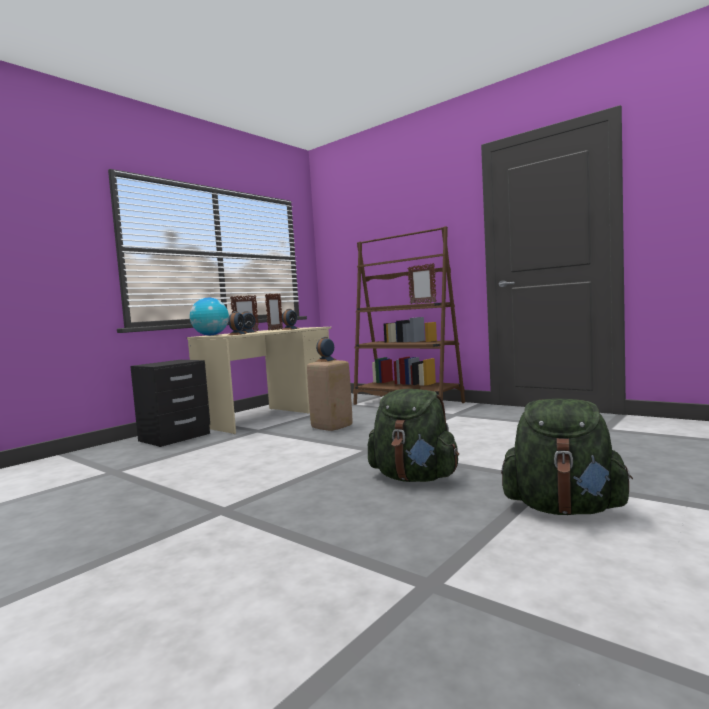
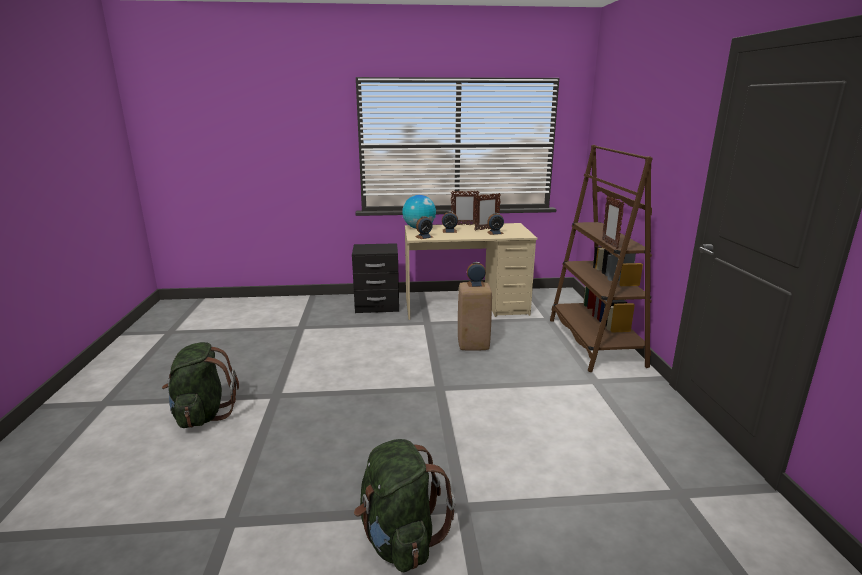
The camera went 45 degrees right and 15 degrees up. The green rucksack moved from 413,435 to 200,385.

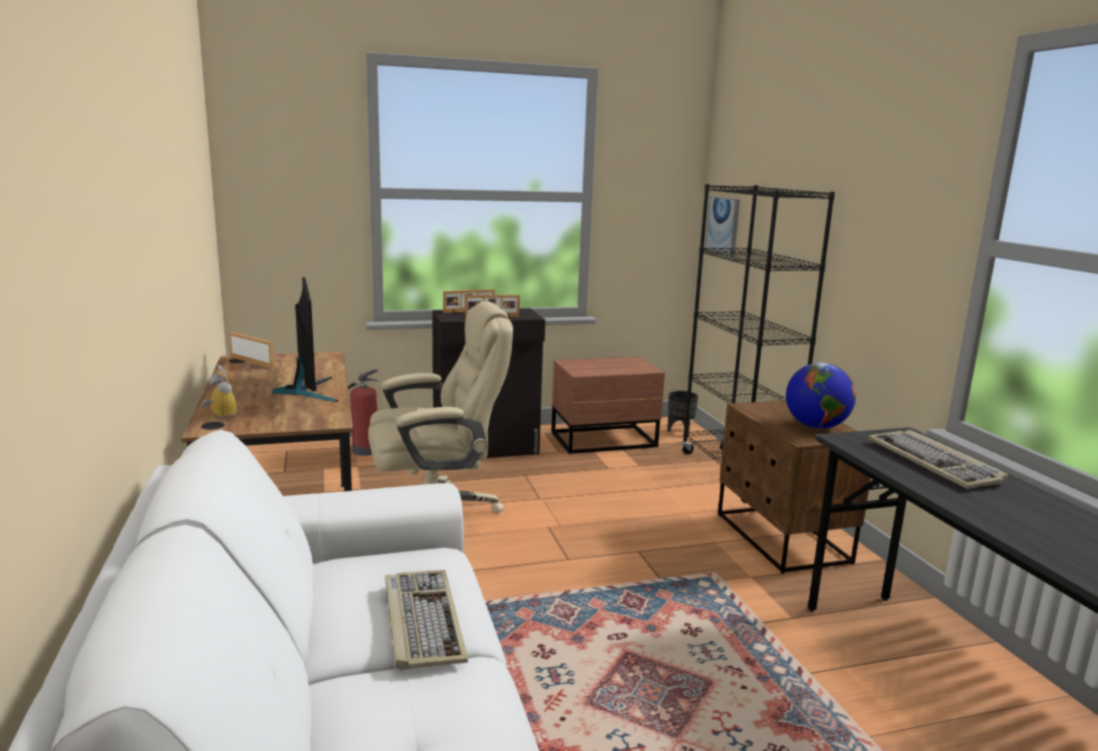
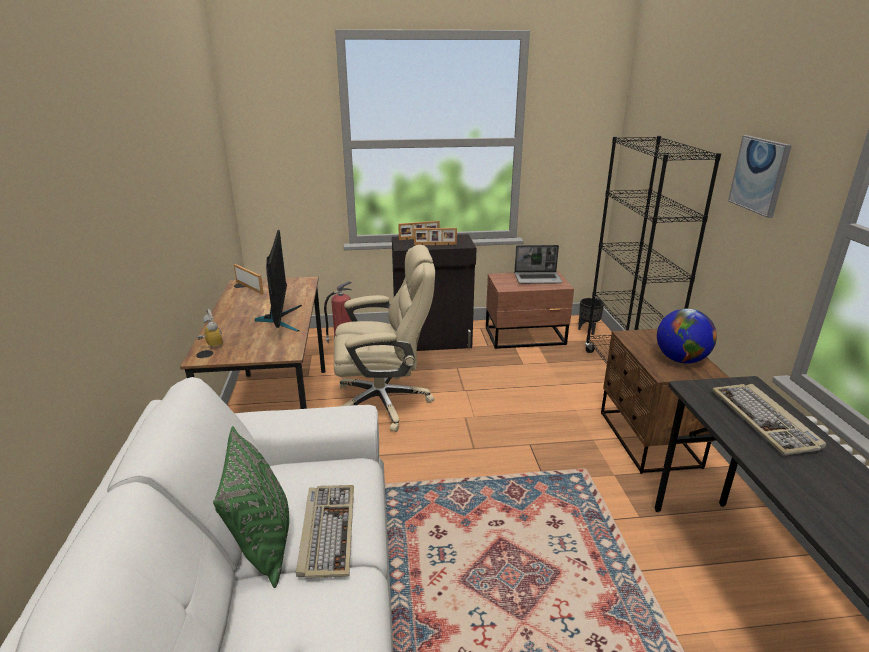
The camera went 10 degrees right and 10 degrees up. The green throw pillow at 251,507 appeared. The notebook computer at 538,264 appeared. The wall picture moved from 722,226 to 760,176.

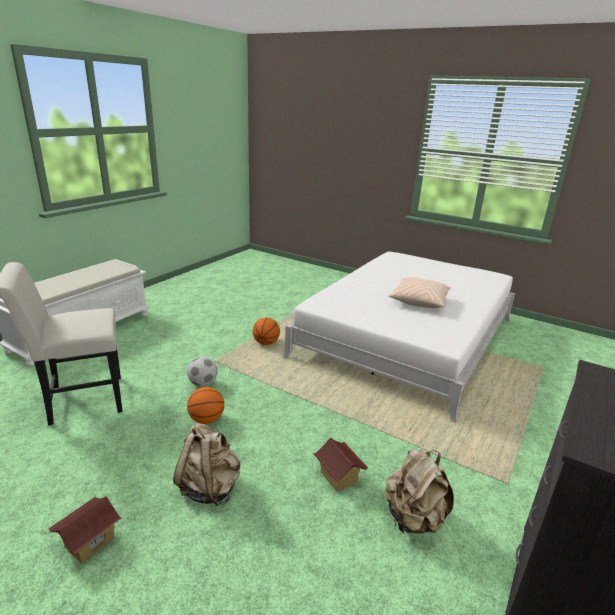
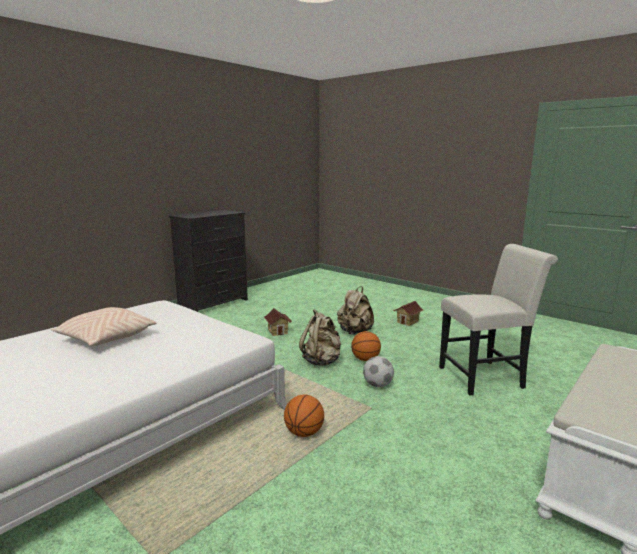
The camera went 170 degrees left and 10 degrees down. The beige rucksack moved from 419,491 to 320,337.

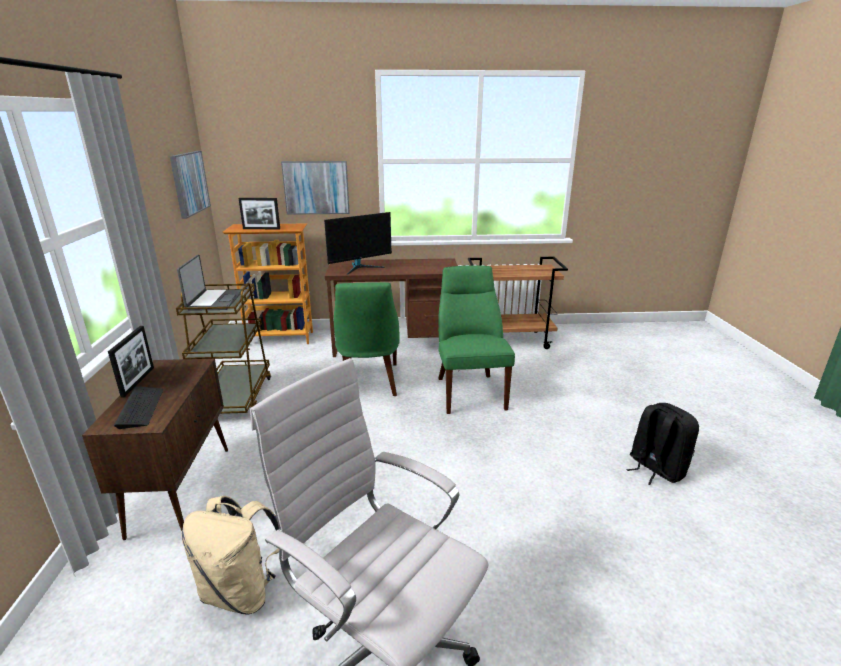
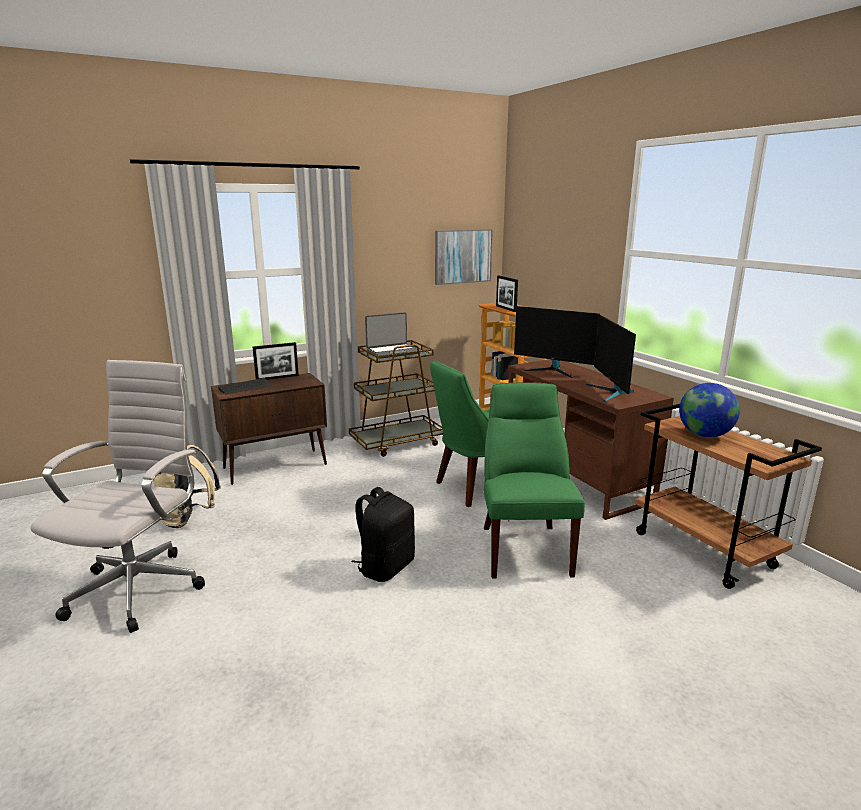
The camera went 65 degrees right and 5 degrees down. The wall picture at 315,188 disappeared. The computer screen at 611,358 appeared. The globe at 709,410 appeared. The black-coloured rucksack moved from 663,444 to 383,534. The green upright chair at 476,339 turned 60 degrees counterclockwise.

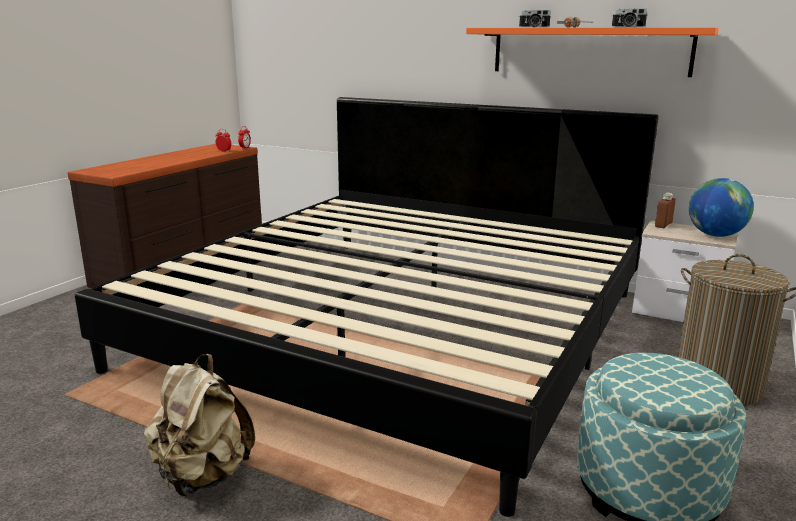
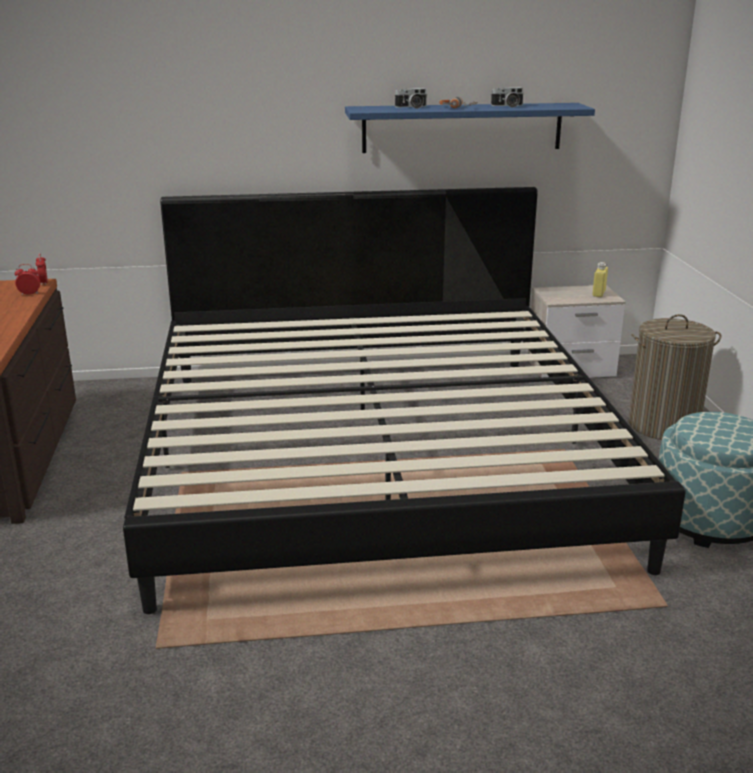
The camera went 35 degrees left and 5 degrees up. The beige rucksack at 199,425 disappeared. The brownish drink bottle at 665,210 disappeared. The globe at 721,207 was replaced by the yellowish drink bottle at 600,279. The orange-coloured bracket shelf at 592,52 became the bluish bracket shelf at 470,128.

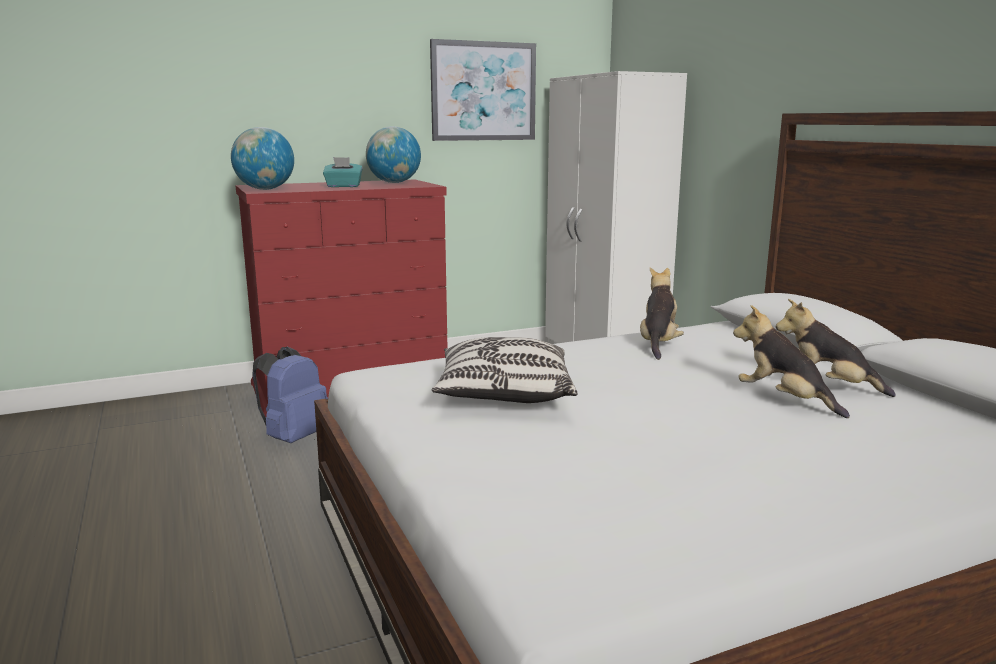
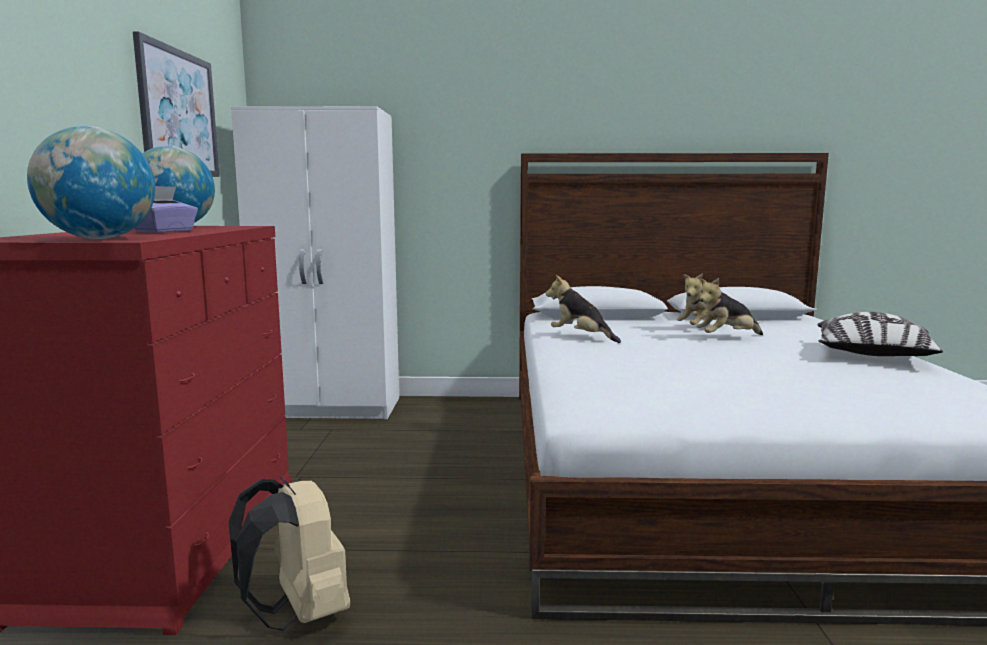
The camera went 65 degrees left and 5 degrees down. The throw pillow moved from 504,370 to 880,334. The bluish rucksack at 290,395 became the beige rucksack at 289,554. The blue-green tissue box at 342,172 became the purple tissue box at 166,209.

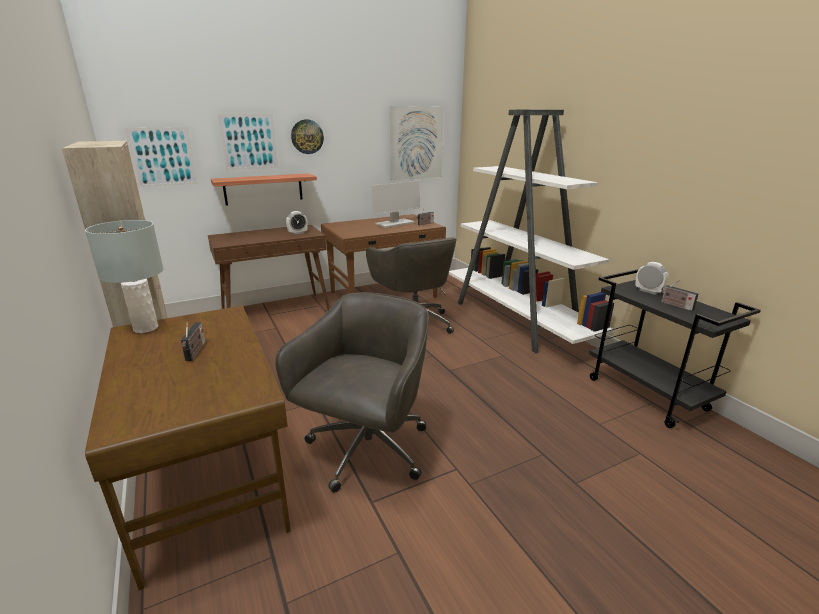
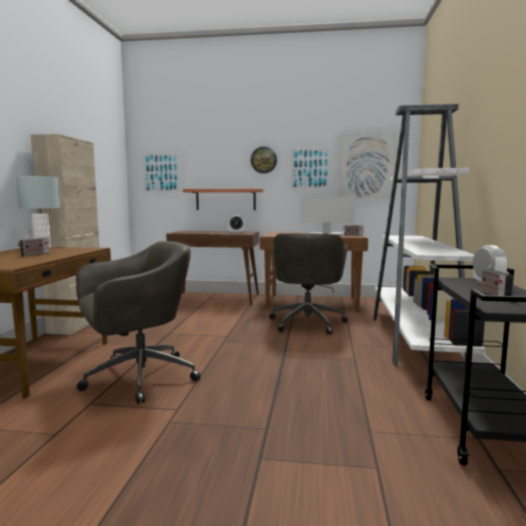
The camera went 35 degrees right and 15 degrees down. The wall picture moved from 248,142 to 310,168.

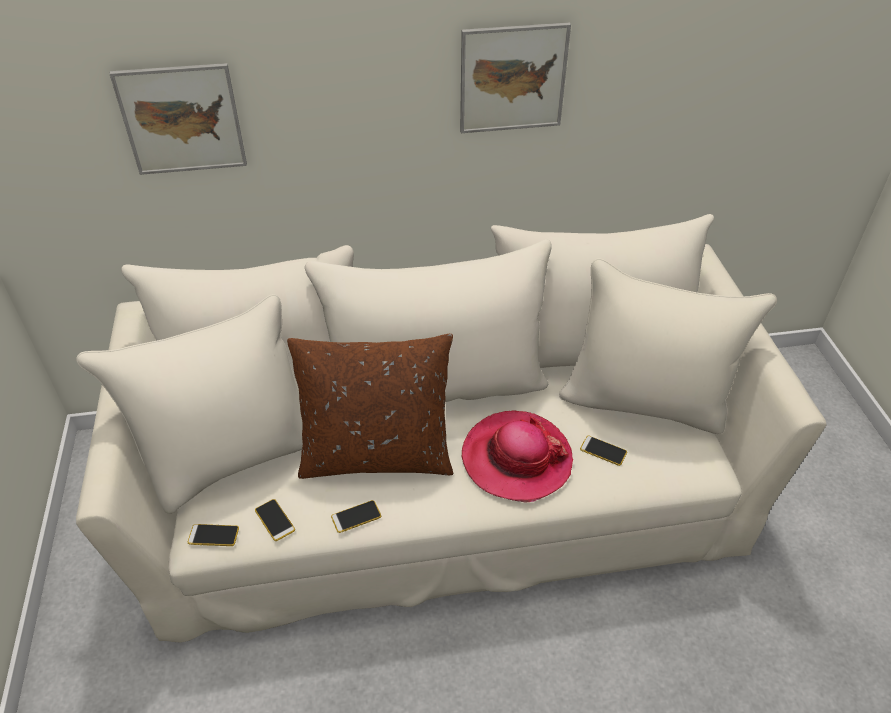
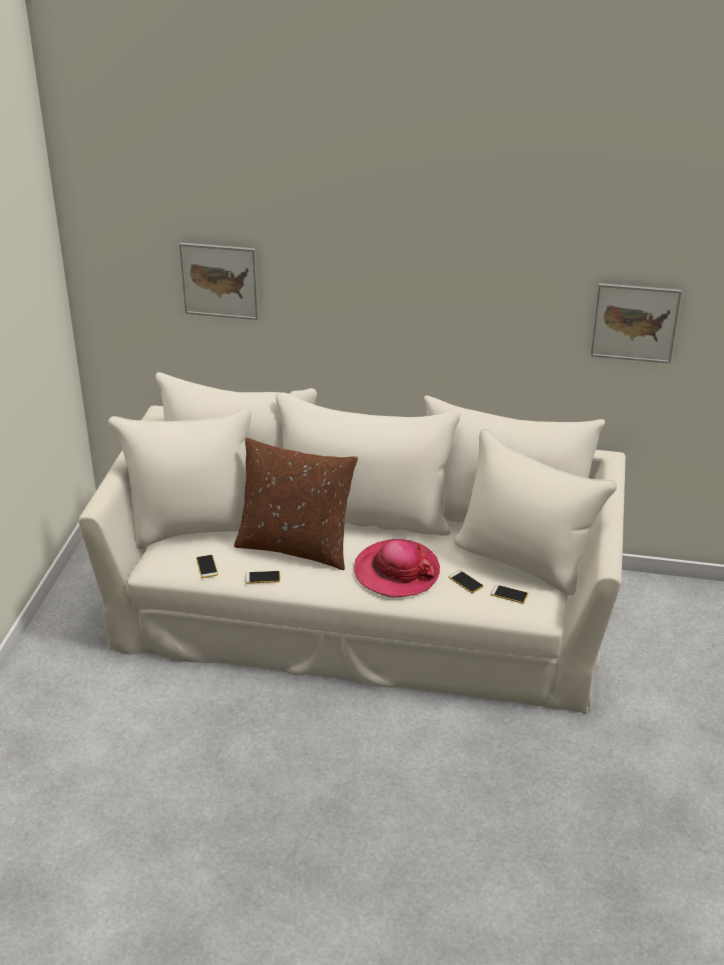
The camera went 20 degrees right and 10 degrees down. The handset moved from 213,535 to 509,594. The wall picture moved from 515,78 to 636,323.

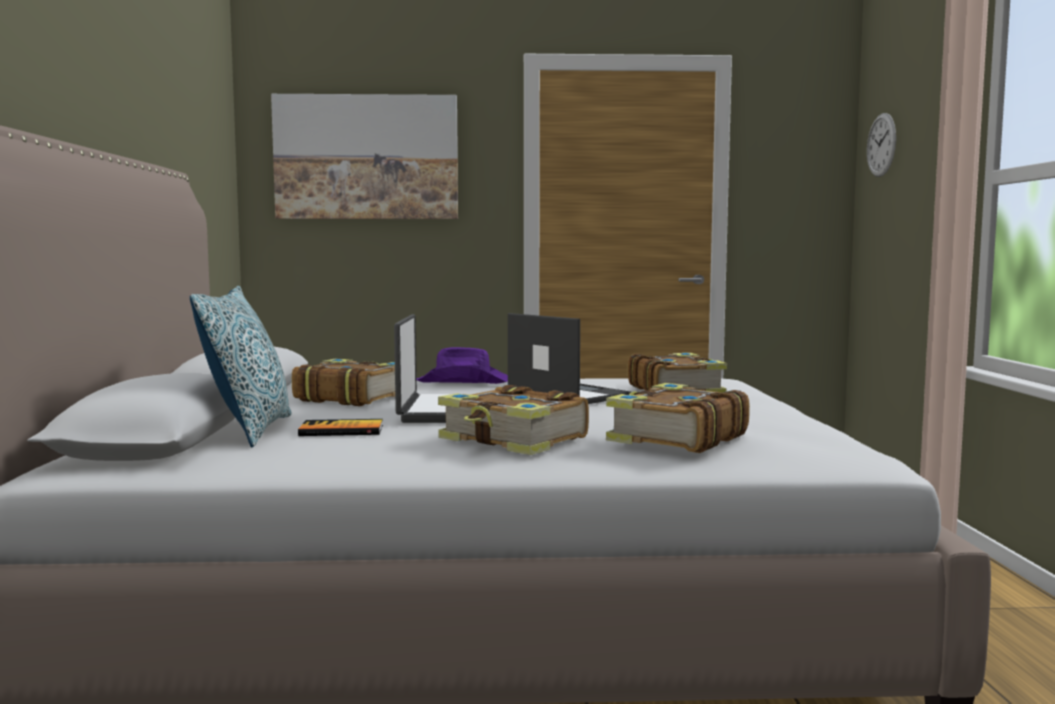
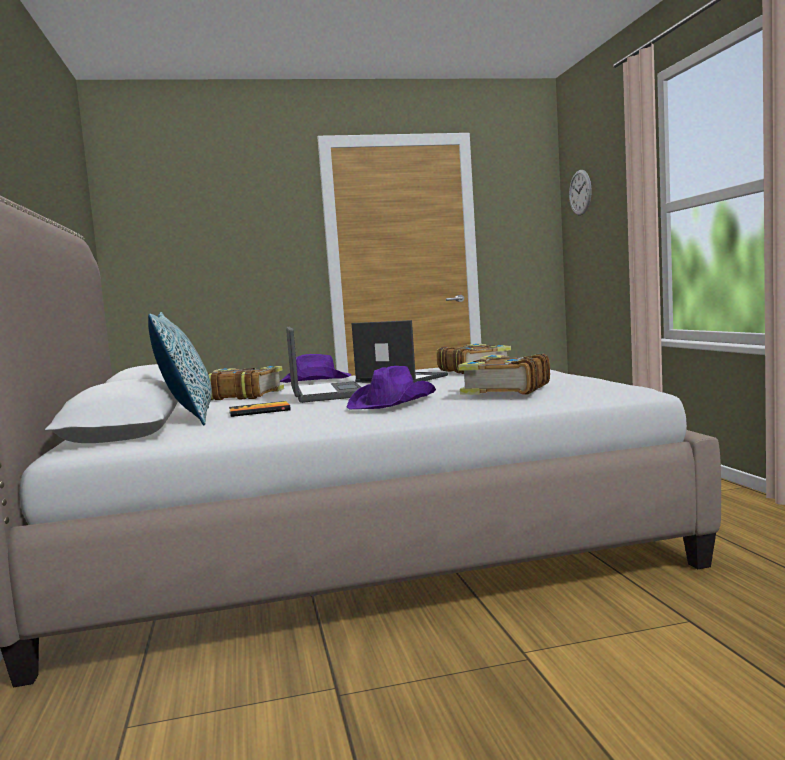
The camera went 10 degrees left and 0 degrees up. The wall picture at 364,156 disappeared. The volume at 513,420 was replaced by the purple clothing hat at 391,388.

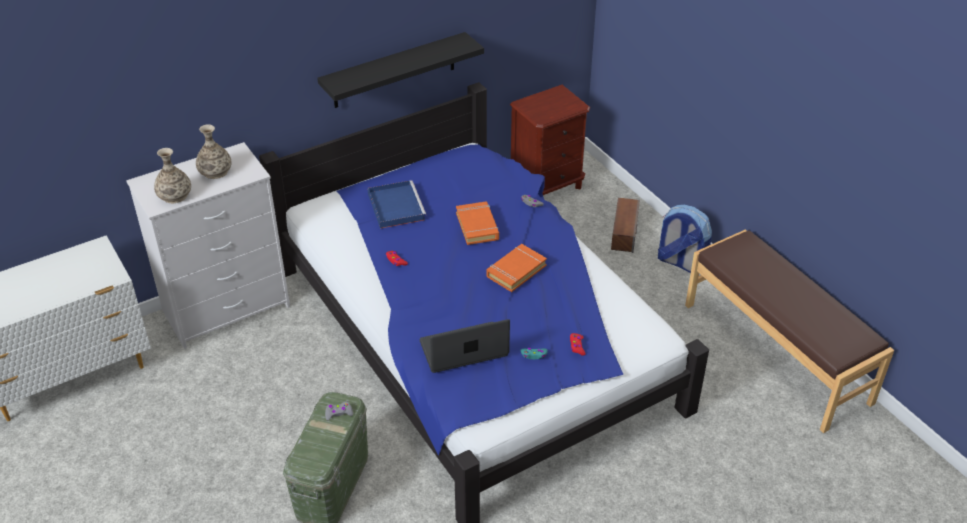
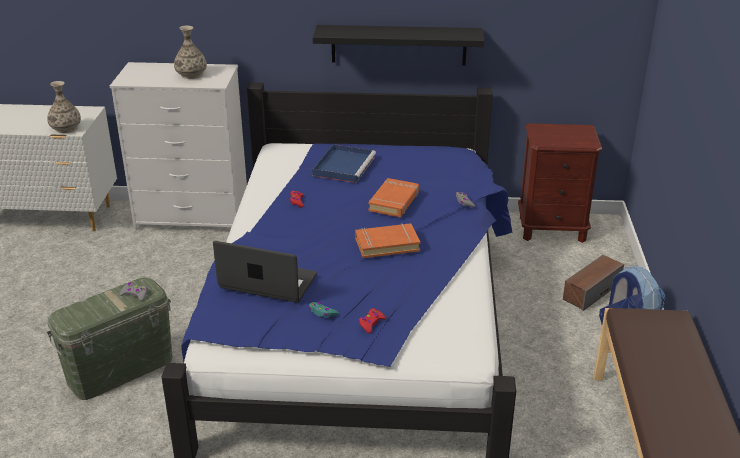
The camera went 35 degrees right and 10 degrees down. The flower vase moved from 172,175 to 64,107.

